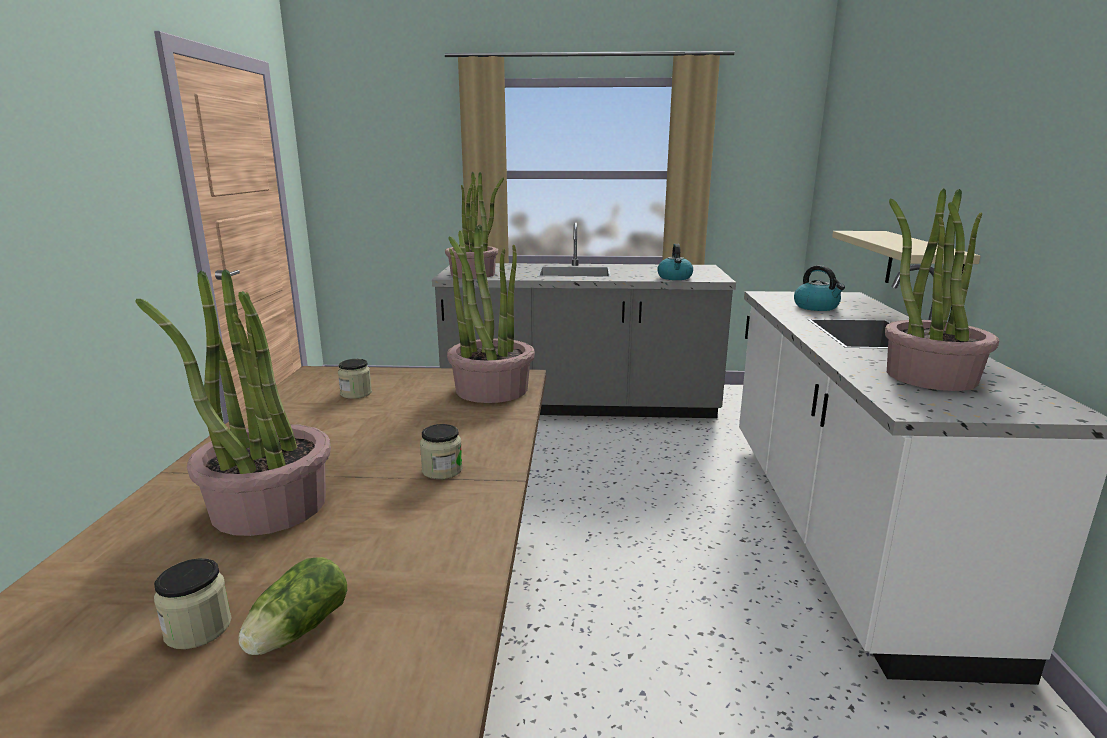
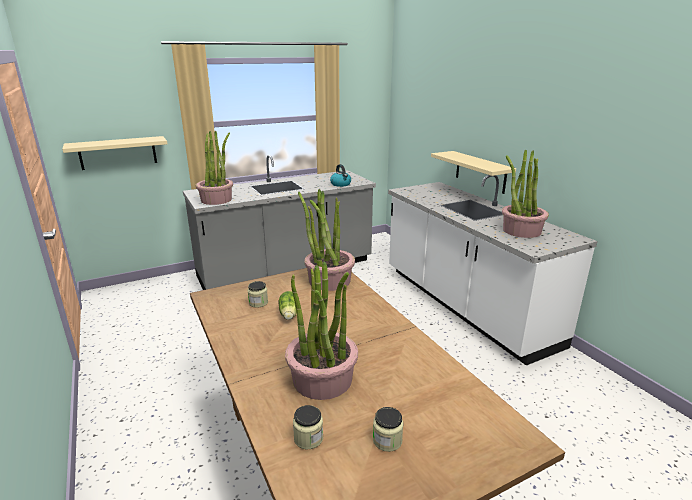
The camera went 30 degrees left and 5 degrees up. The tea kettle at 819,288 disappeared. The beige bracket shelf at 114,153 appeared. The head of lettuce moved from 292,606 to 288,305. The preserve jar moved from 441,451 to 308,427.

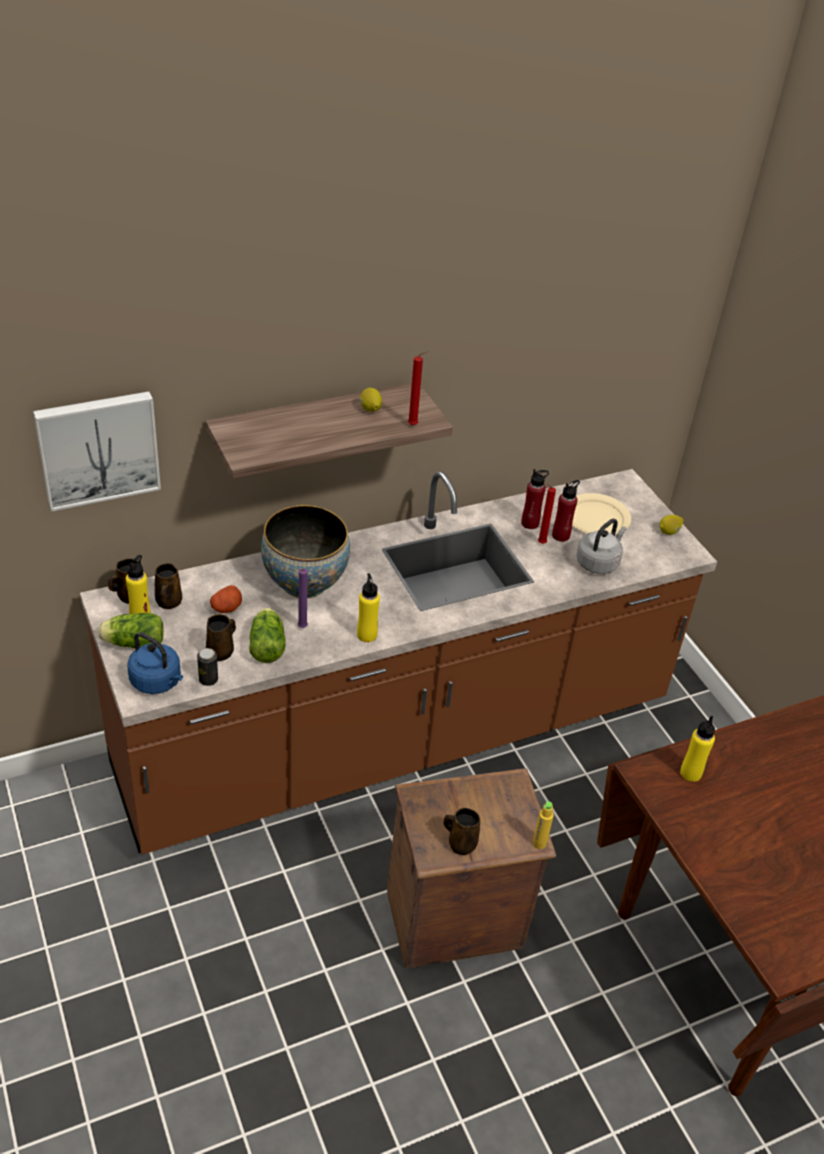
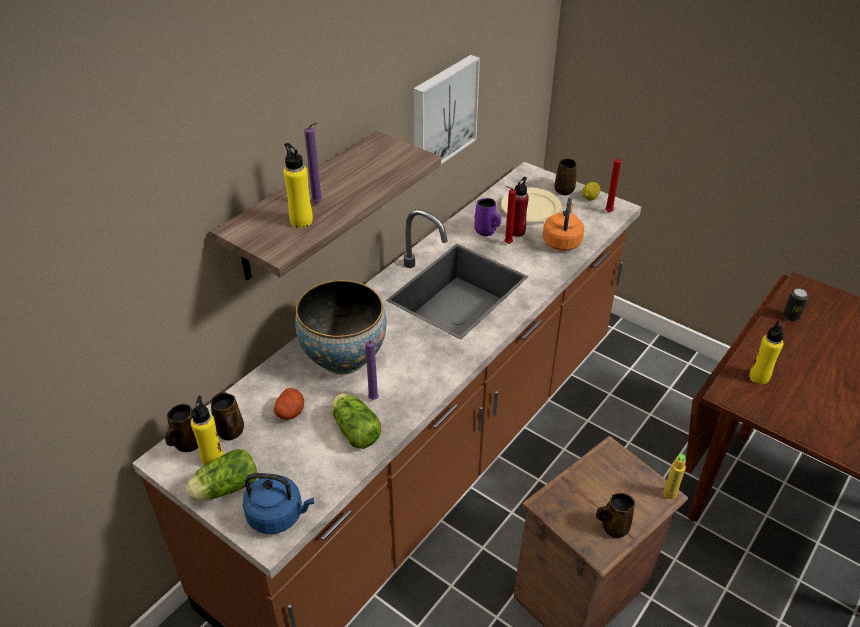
The camera went 25 degrees left and 0 degrees up. The citrus fruit at 371,400 disappeared. The purple candle at 313,163 appeared. The wall picture moved from 97,451 to 446,109. The sealed can moved from 207,667 to 796,304. The brownish coffee mug moved from 221,637 to 565,176. The yellowish drink bottle moved from 368,607 to 298,185. The red-coloured candle moved from 418,388 to 614,182. The red-coloured drink bottle at 535,499 was replaced by the purple coffee mug at 487,217. The greyish tea kettle at 601,546 became the orange-coloured tea kettle at 563,224.

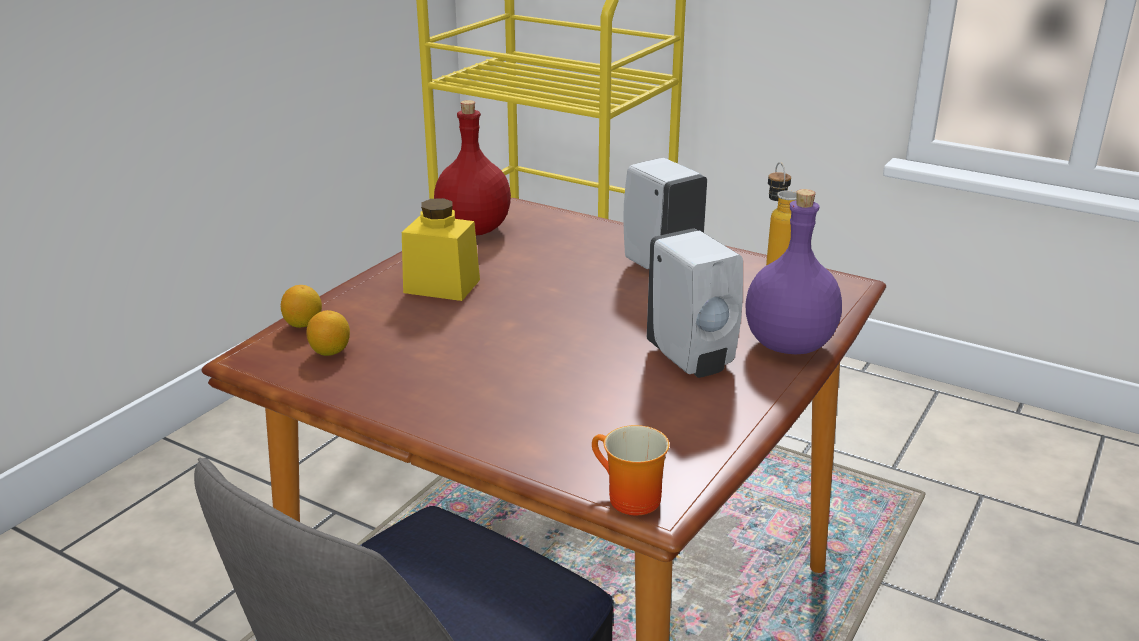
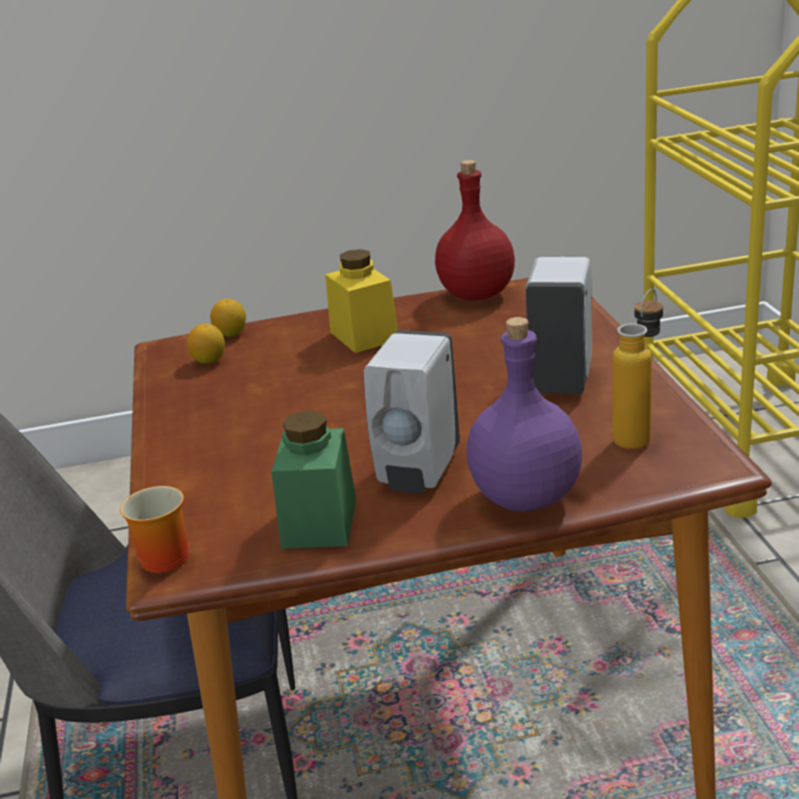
The camera went 50 degrees right and 0 degrees up. The green preserve jar at 313,479 appeared.

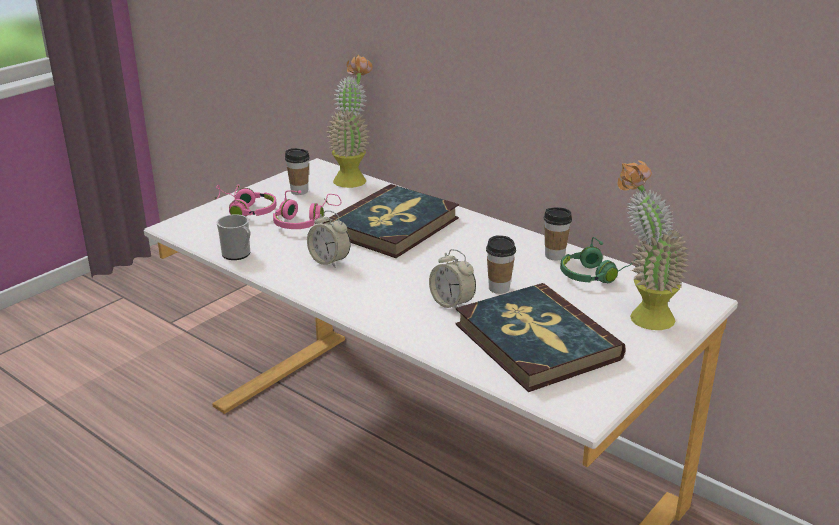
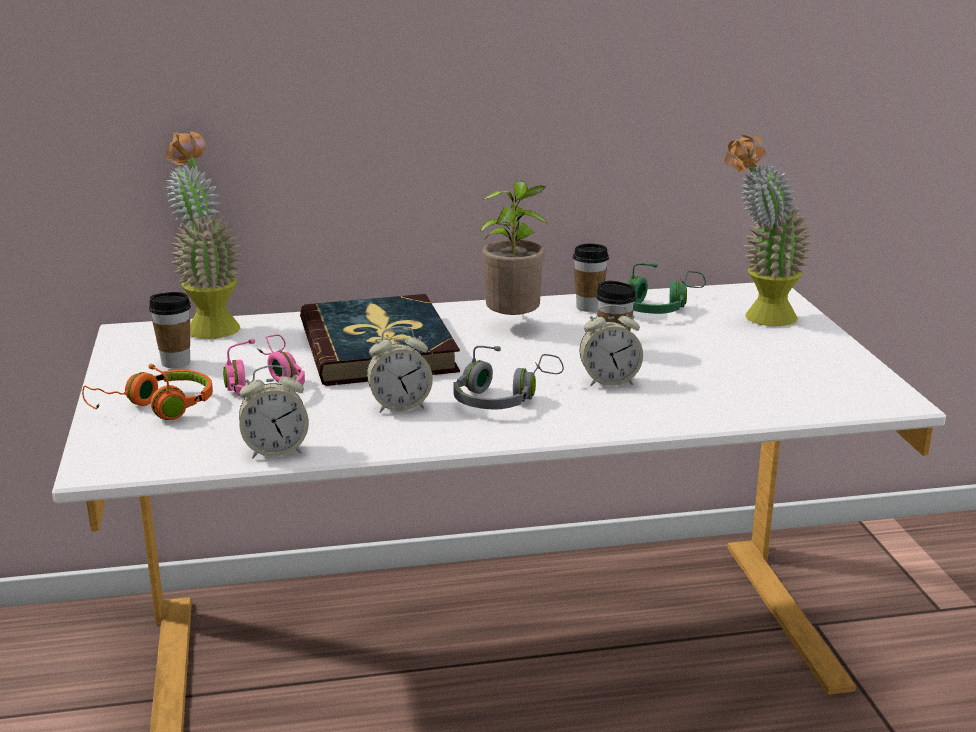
The camera went 50 degrees left and 5 degrees down. The volume at 541,337 disappeared. The greyish pair of headphones at 508,378 appeared. The houseplant at 514,248 appeared. The coffee mug at 233,237 was replaced by the table clock at 274,412. The pink pair of headphones at 245,200 became the orange-coloured pair of headphones at 147,392.

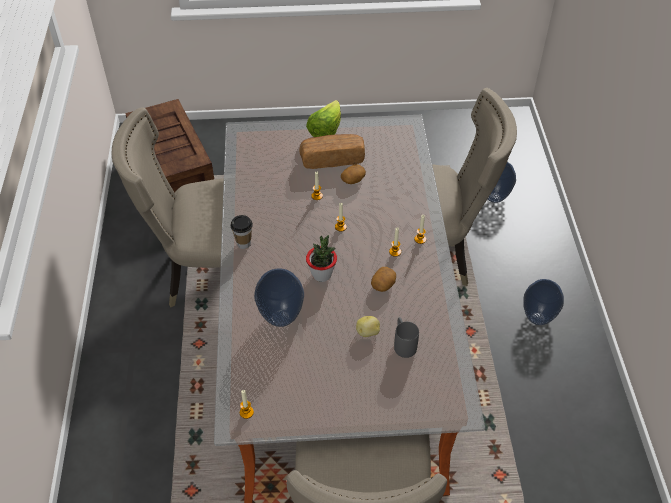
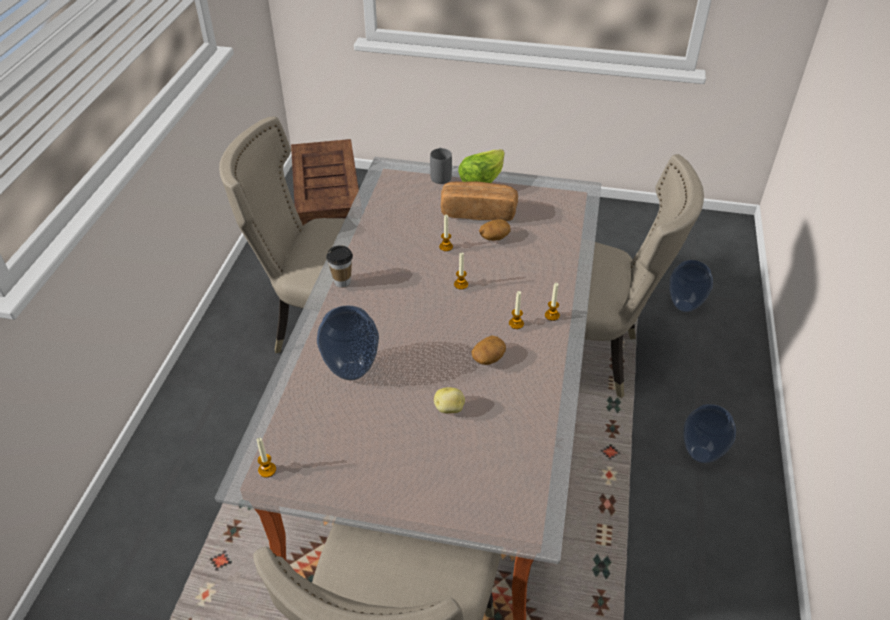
The camera went 15 degrees right and 5 degrees down. The houseplant at 321,258 disappeared. The greyish coffee mug moved from 406,337 to 441,165.

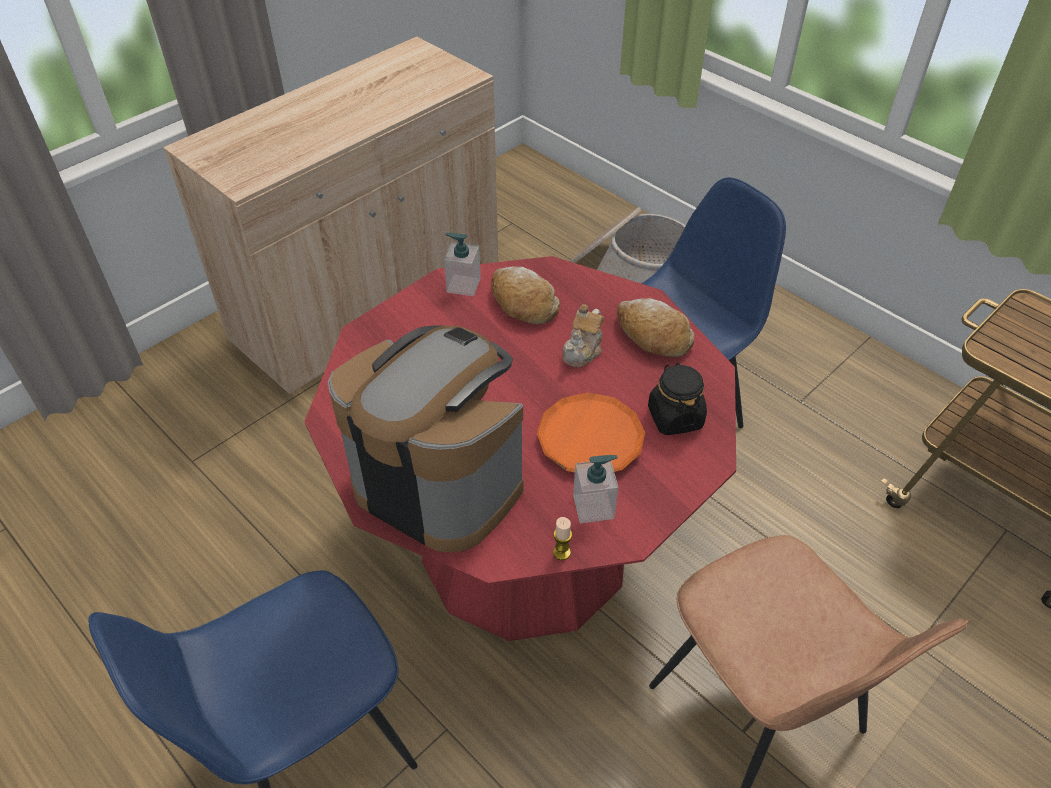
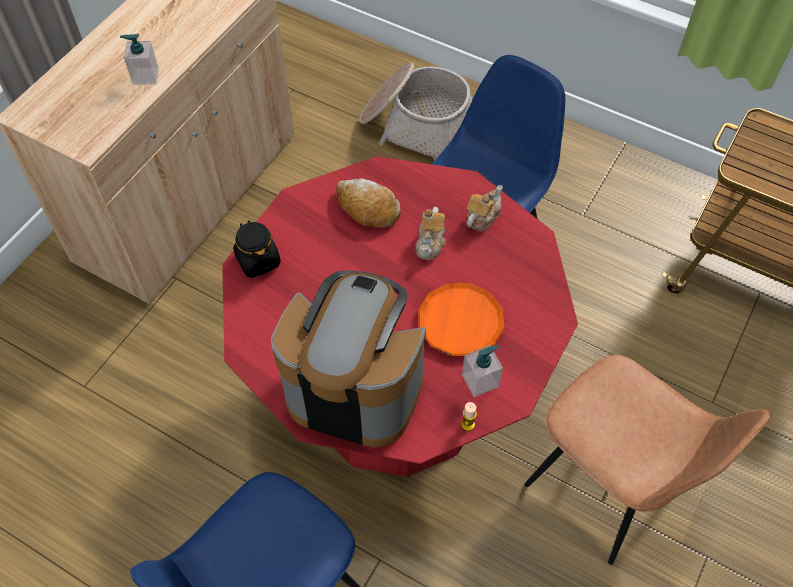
The camera went 15 degrees left and 10 degrees up. The soap bottle moved from 462,264 to 139,59. The black-coloured preserve jar moved from 677,399 to 257,249. The bread at 655,327 was replaced by the tea pot at 485,208.

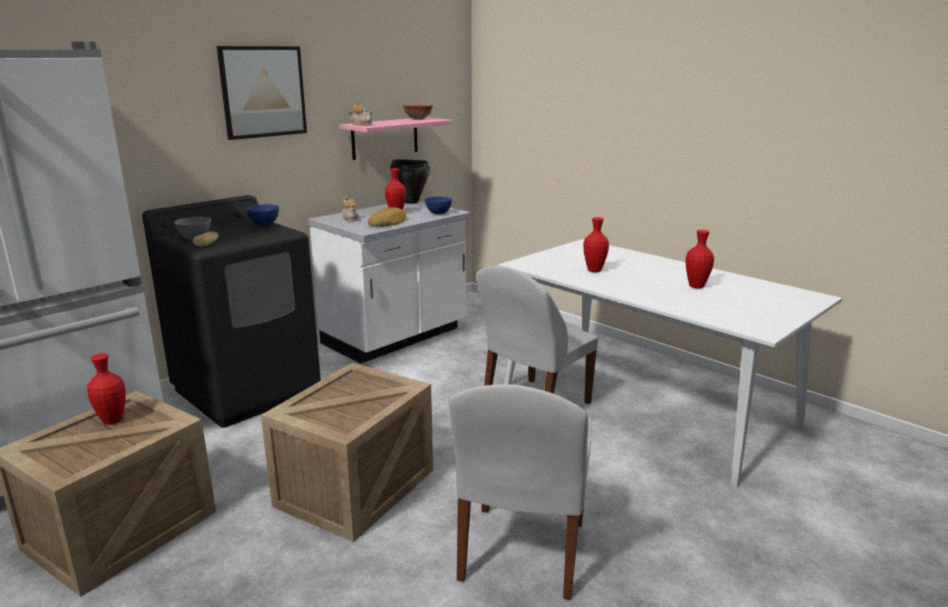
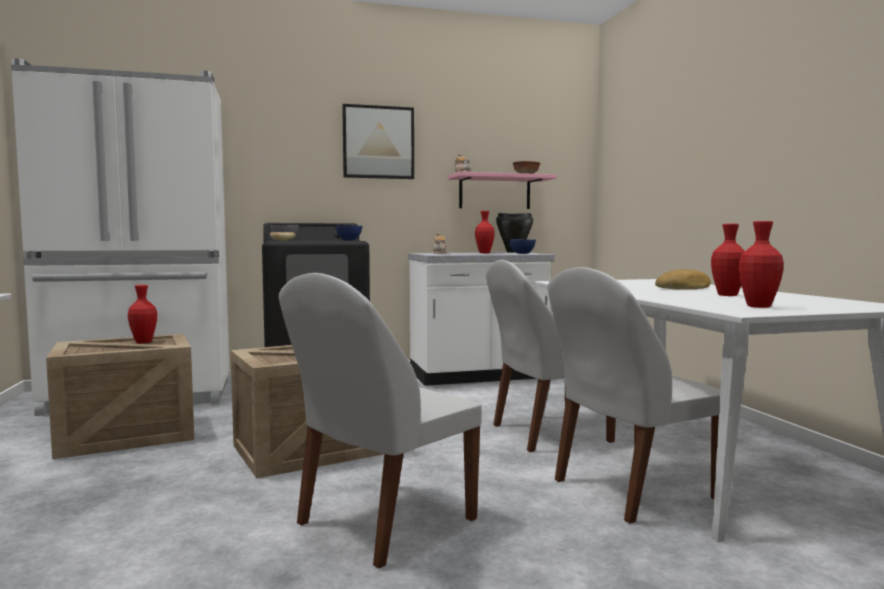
The camera went 30 degrees right and 15 degrees down. The whitish upright chair at 634,395 appeared. The bread moved from 387,217 to 683,279. The red-coloured flower vase moved from 596,244 to 761,264.

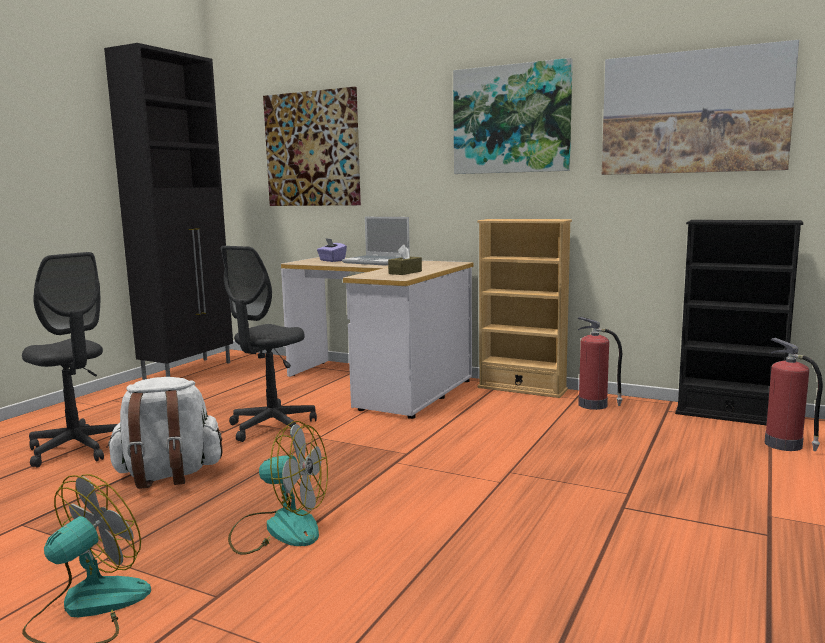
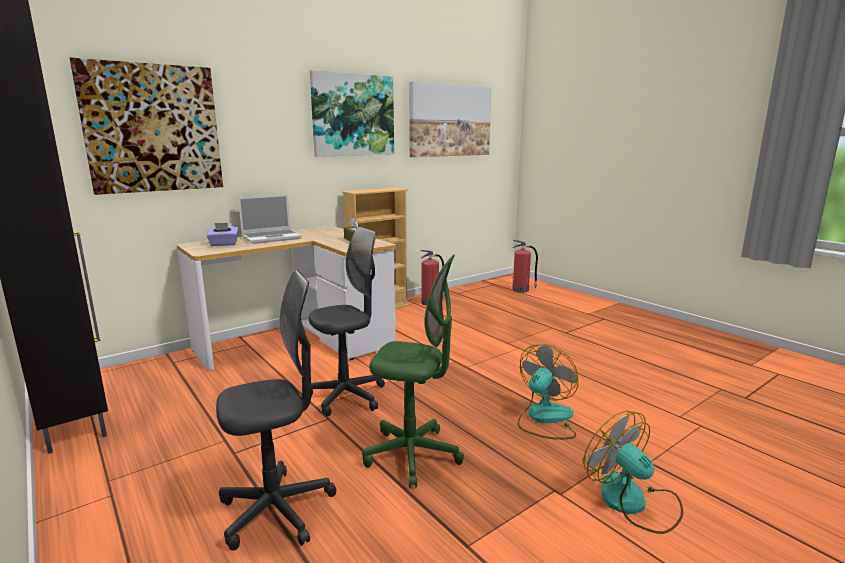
The camera went 65 degrees left and 5 degrees up. The black-coloured bookshelf at 739,322 disappeared. The whitish rucksack at 164,433 was replaced by the green computer chair at 413,371. The greyish computer chair at 269,344 turned 90 degrees counterclockwise.

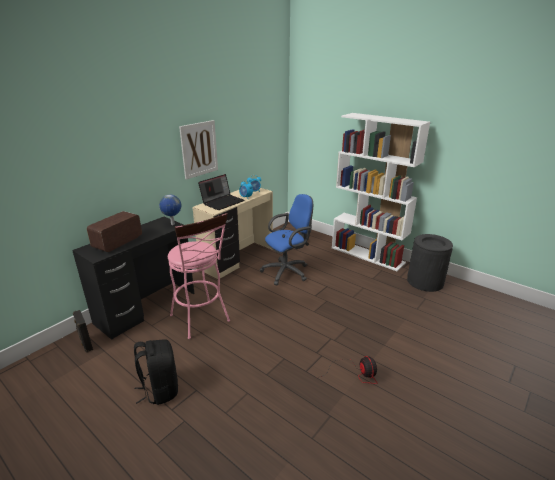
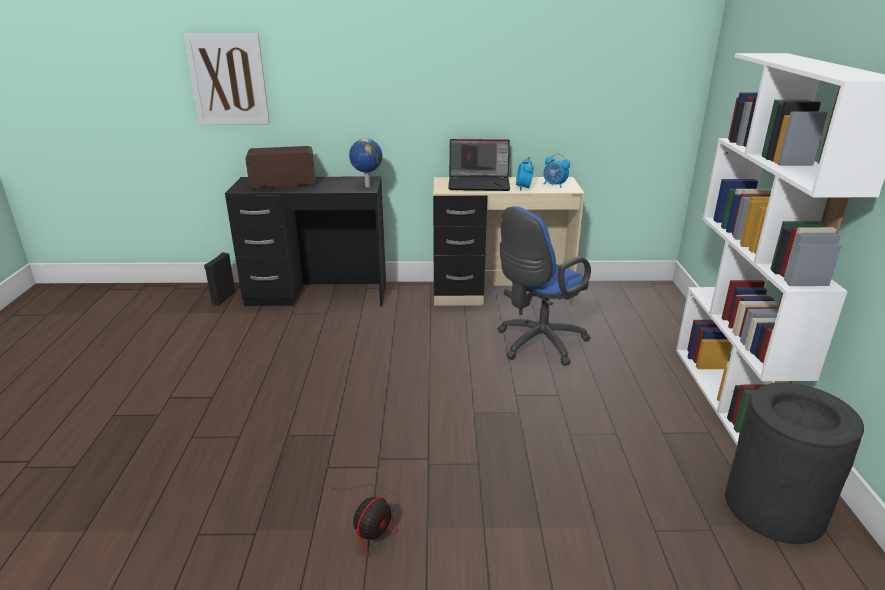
The camera went 50 degrees right and 0 degrees up. The black-coloured rucksack at 156,372 disappeared. The pink sitting stool at 199,276 disappeared. The wall picture moved from 198,150 to 227,78. The bluish computer chair at 286,240 turned 120 degrees clockwise.

